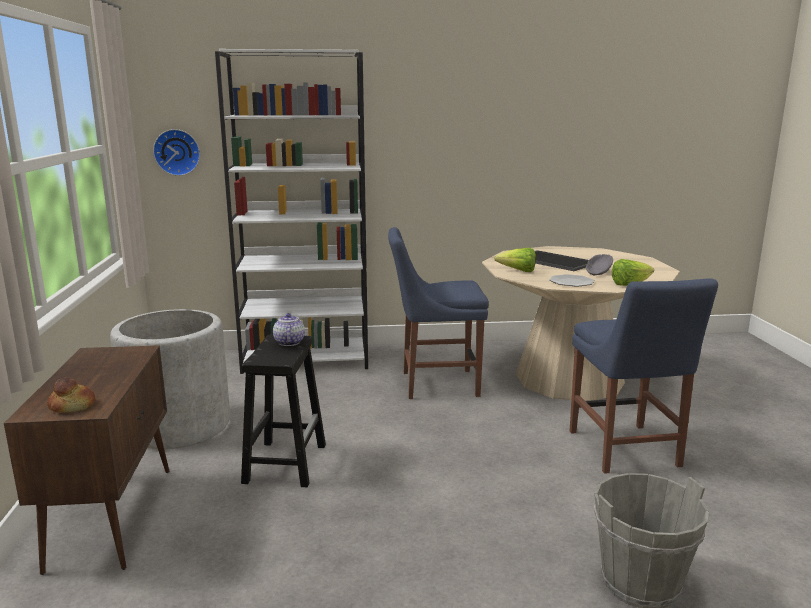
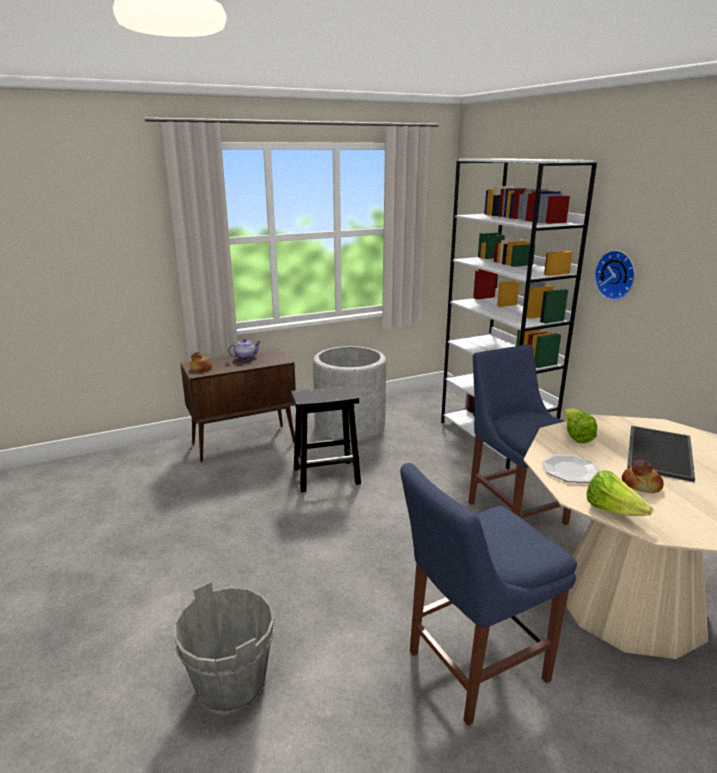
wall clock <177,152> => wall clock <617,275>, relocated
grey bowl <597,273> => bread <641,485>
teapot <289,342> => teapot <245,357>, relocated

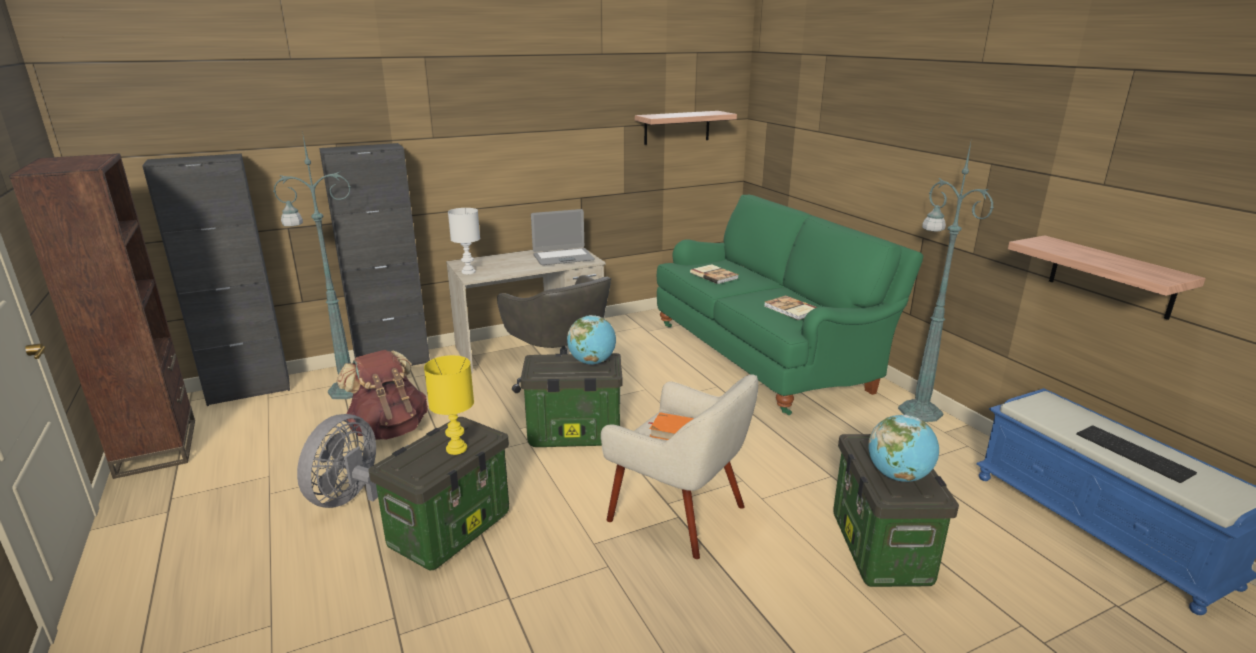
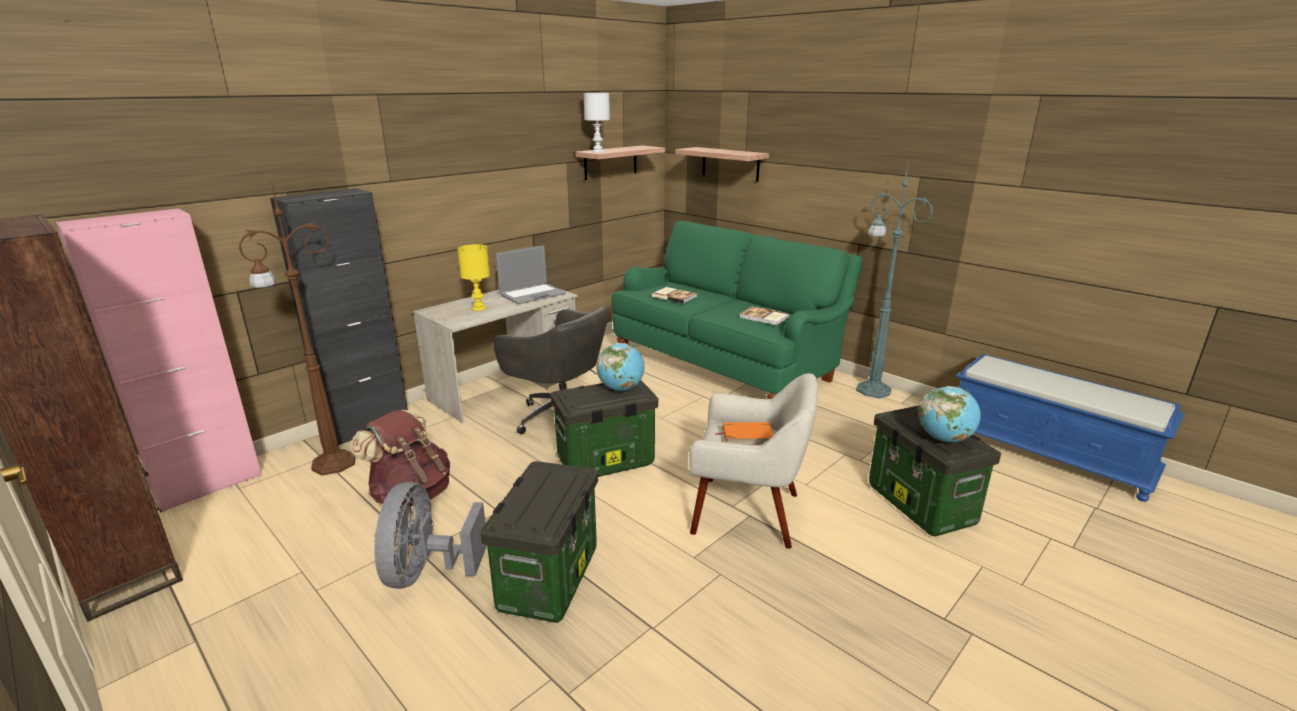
green floor lamp <345,390> => brown floor lamp <331,464>
black cabinet <249,391> => pink cabinet <209,485>
white table lamp <469,272> => white table lamp <598,151>, relocated
shelf <1111,277> => shelf <730,164>, relocated
yellow table lamp <457,448> => yellow table lamp <479,308>, relocated
keyboard <1135,453> => nothing

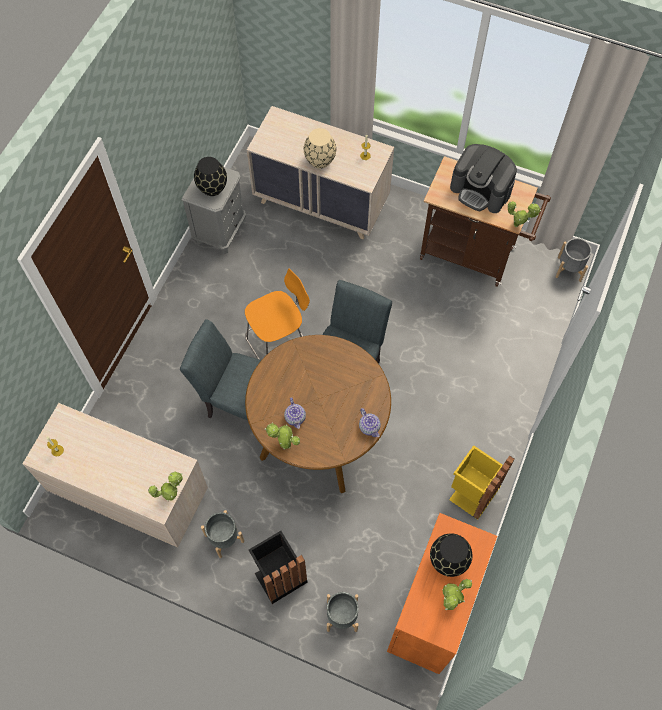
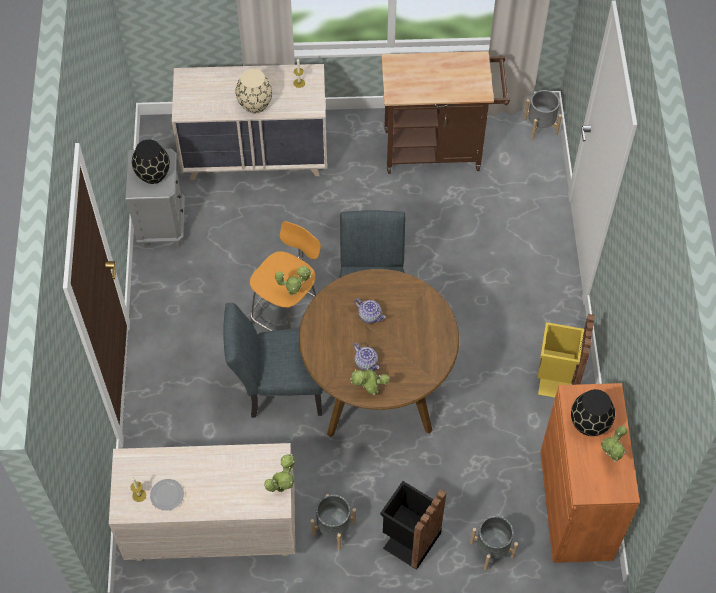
coffee machine <481,190> => nothing
potted plant <518,225> => potted plant <294,292>, relocated
teapot <369,427> => teapot <370,316>, relocated
nothing => plate <167,496>

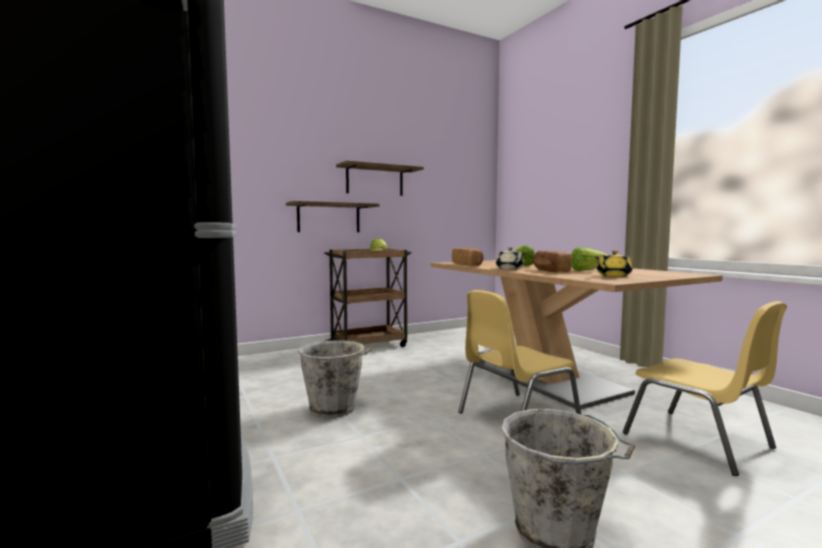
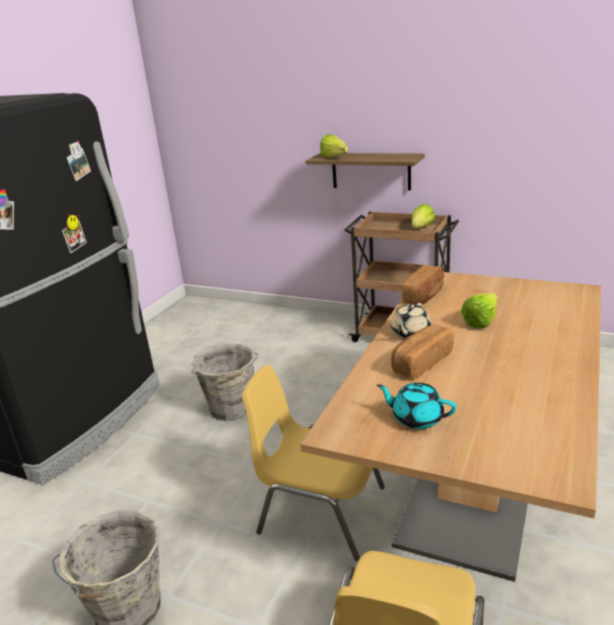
shelf <375,181> => nothing
lettuce <591,271> => lettuce <335,158>, relocated
yellow teapot <613,275> => turquoise teapot <416,418>

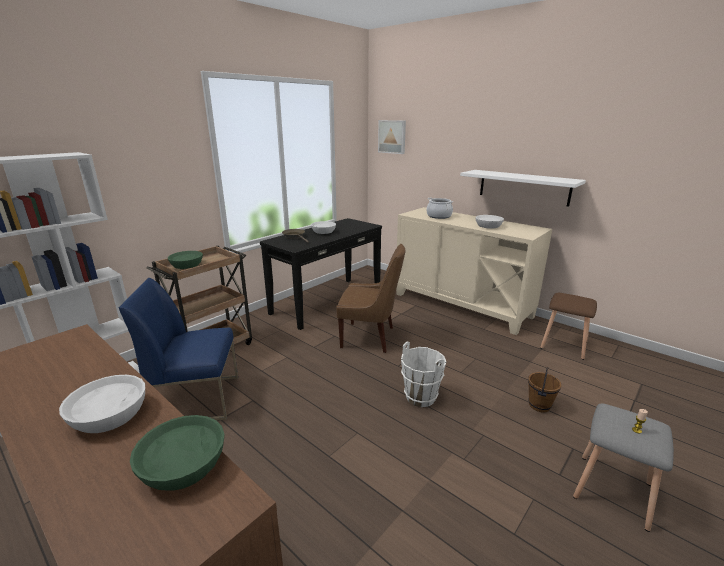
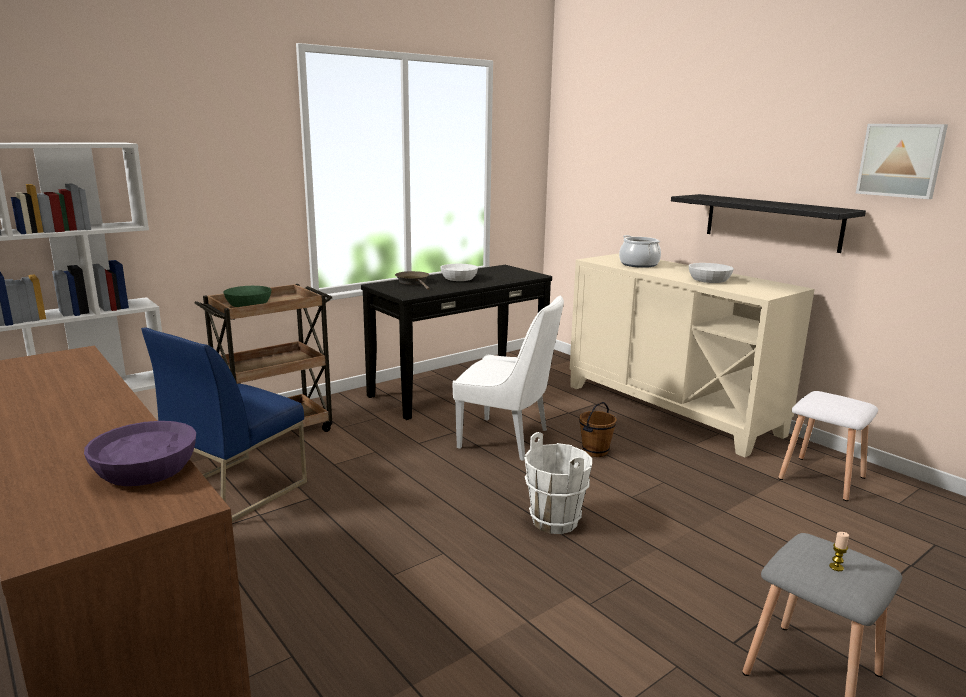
picture <392,136> => picture <901,160>, relocated
white shelf <523,187> => black shelf <772,222>
brown chair <370,338> => white chair <507,439>
blue chair <197,399> => blue chair <236,488>, 60 degrees counterclockwise
brown stool <563,344> => white stool <821,477>
brown bucket <539,406> => brown bucket <595,452>, relocated
white bowl <108,415> => nothing
green bowl <182,466> => purple bowl <144,470>

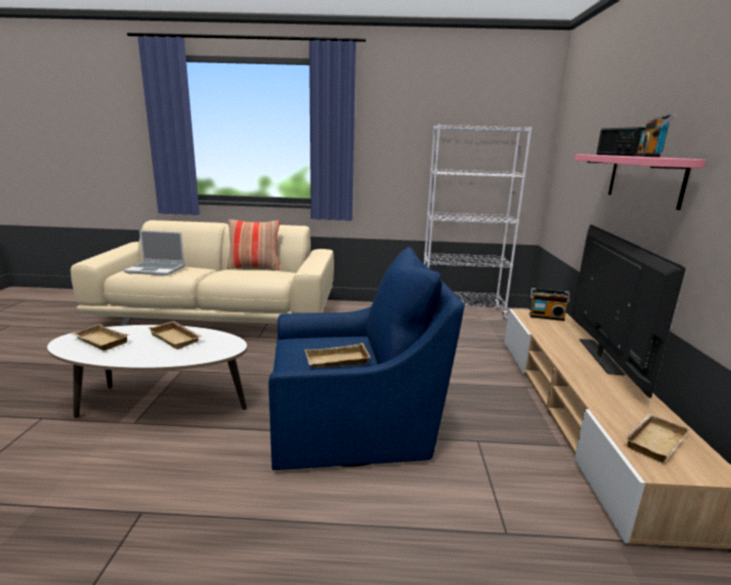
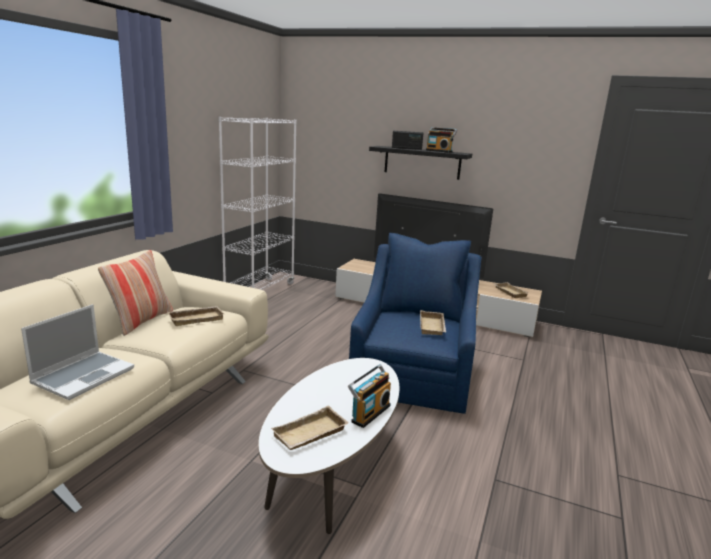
pink shelf <644,179> => black shelf <422,162>
radio <546,316> => radio <369,413>, relocated
beige tray <177,338> => beige tray <196,318>, relocated

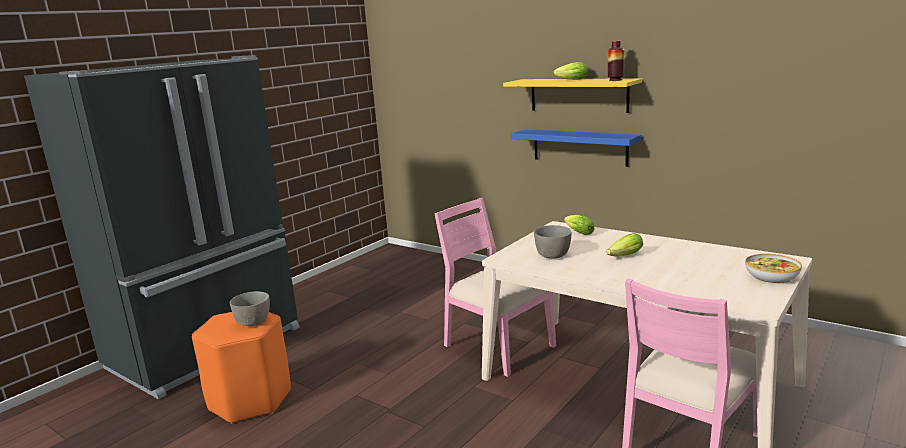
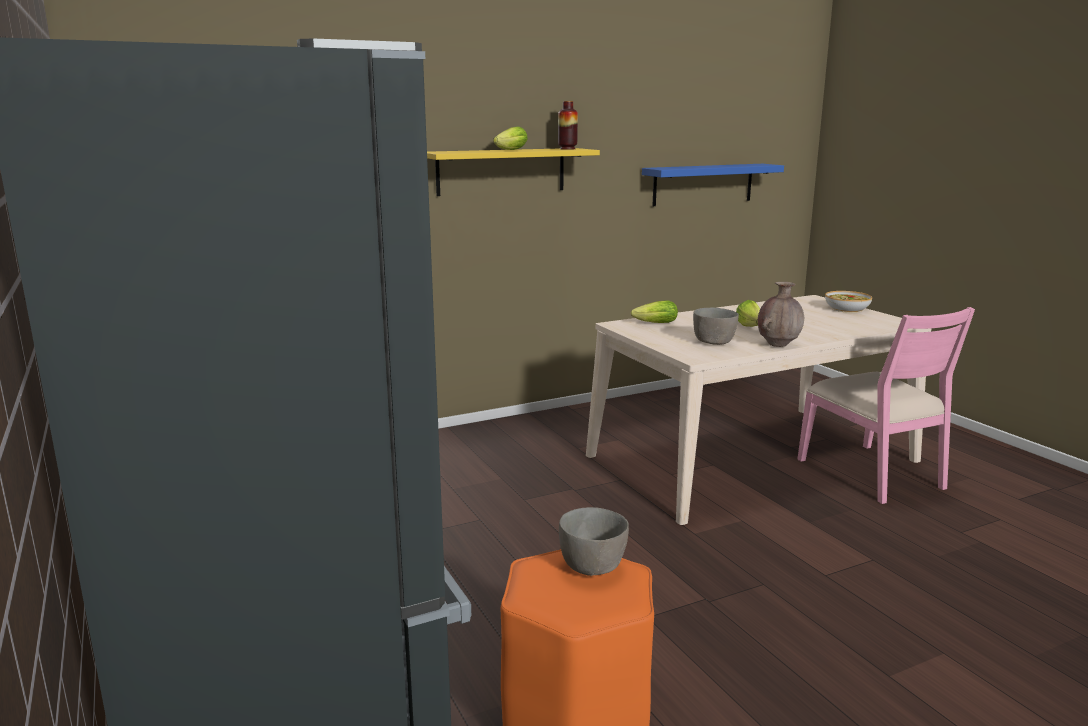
blue shelf <579,147> => blue shelf <703,184>, relocated
pink chair <497,346> => nothing
nothing => brown vase <778,345>

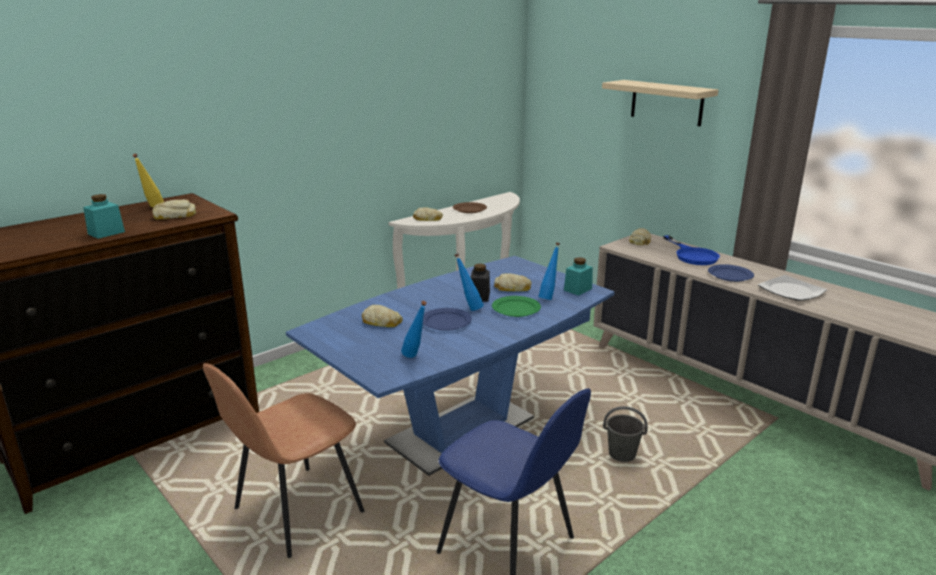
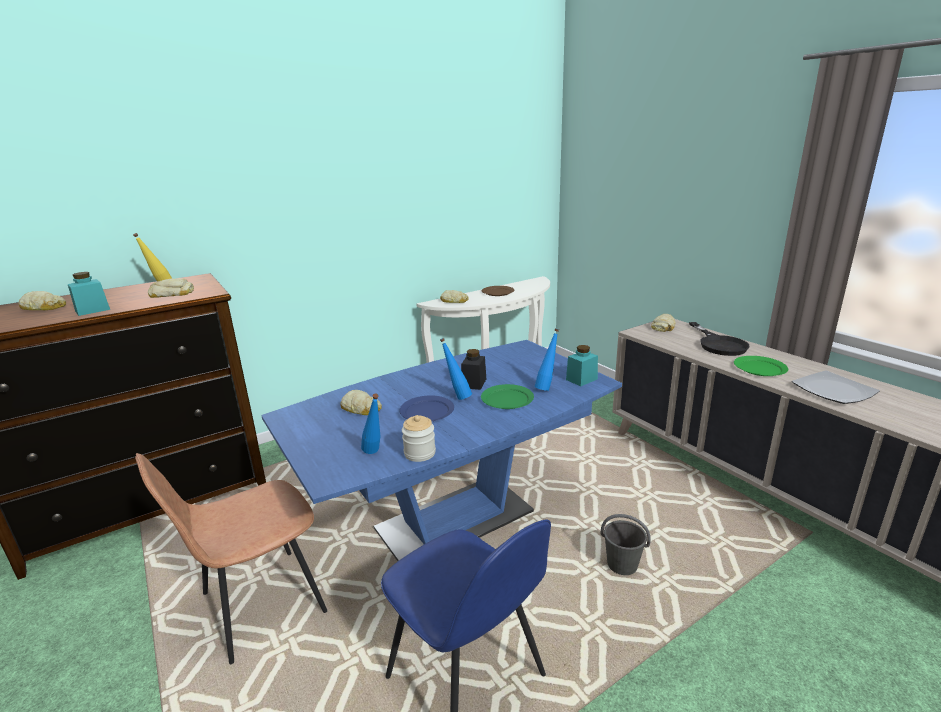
beige shelf <666,102> => nothing
blue frying pan <692,255> => black frying pan <719,344>
blue plate <730,275> => green plate <760,368>
bread <513,288> => bread <43,307>, relocated
nothing => jar <420,453>

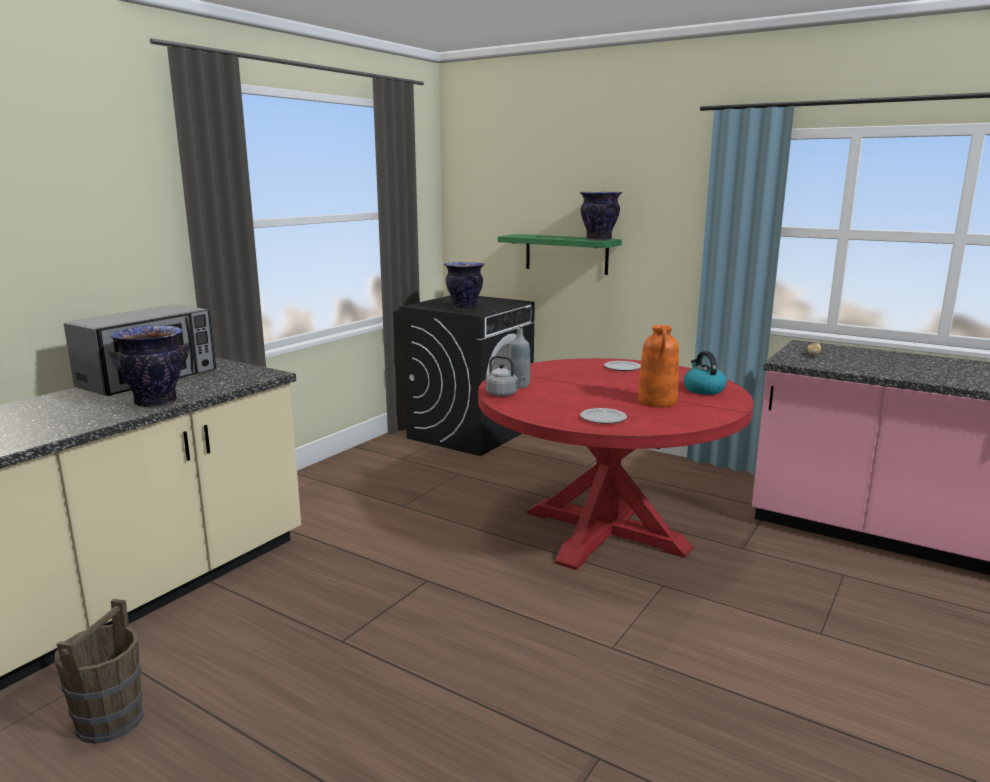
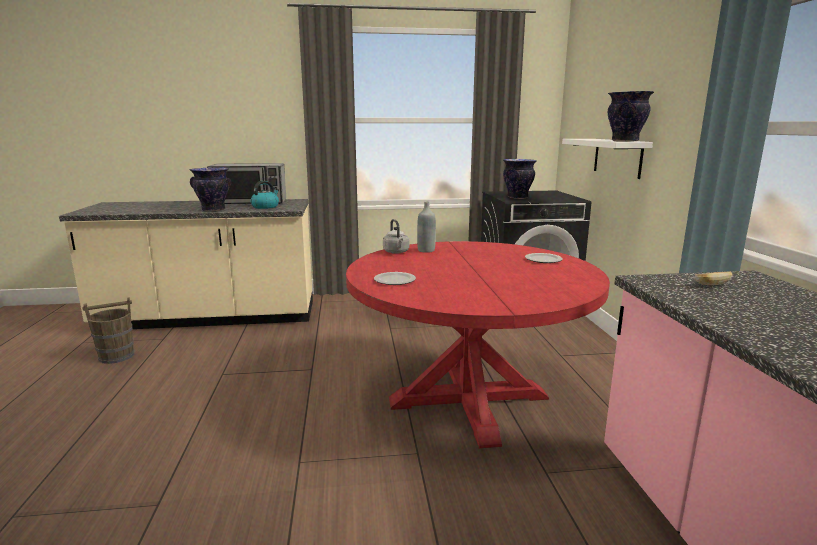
green shelf <566,254> => white shelf <617,157>
orange vase <657,402> => nothing
kettle <703,389> => kettle <265,207>, relocated

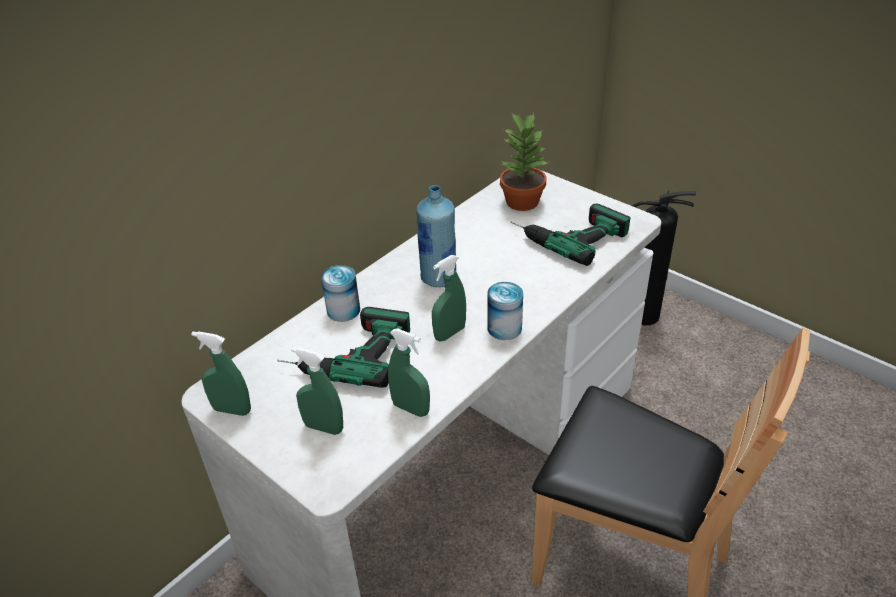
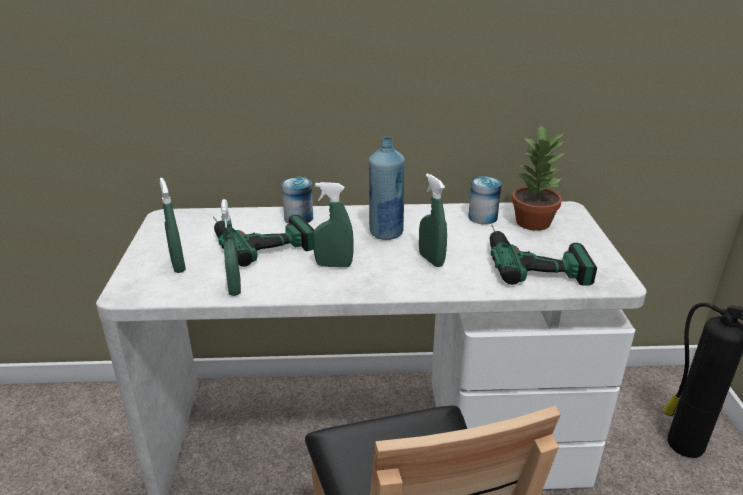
can <504,328> => can <482,217>, relocated
green spray bottle <232,410> => green spray bottle <431,260>, relocated

